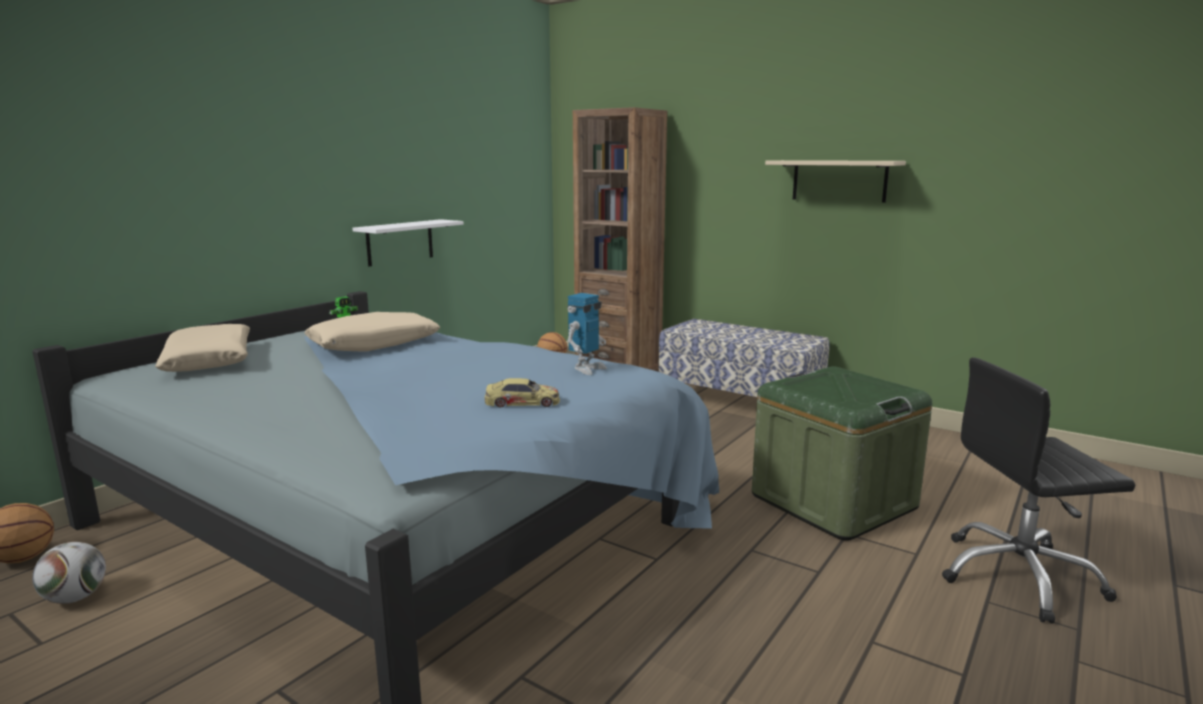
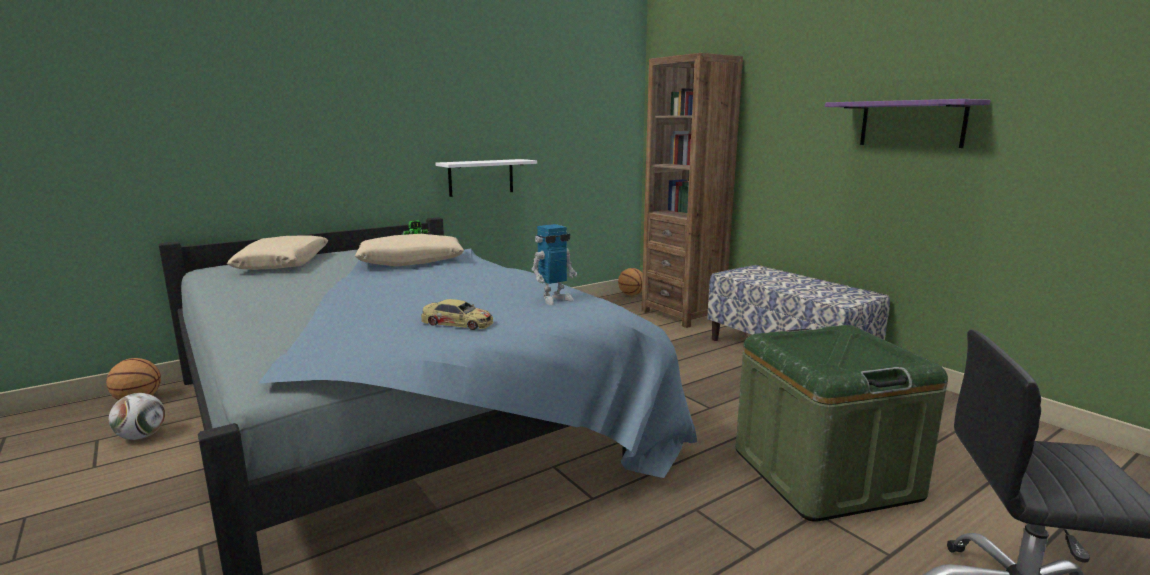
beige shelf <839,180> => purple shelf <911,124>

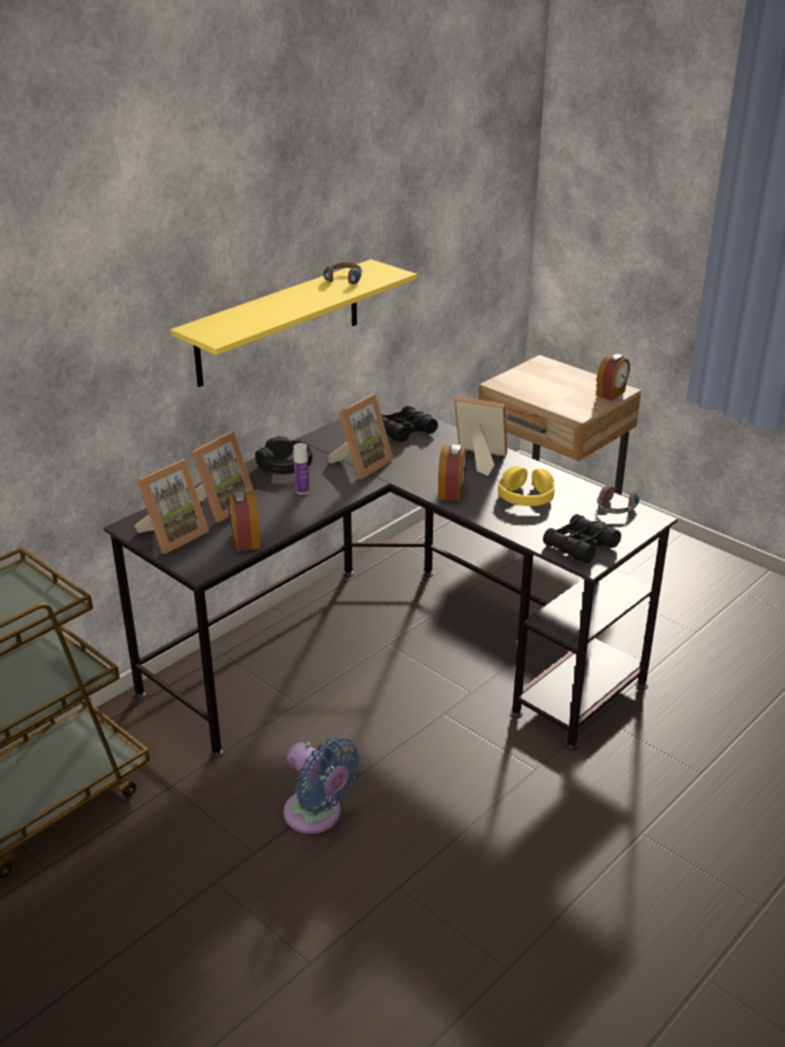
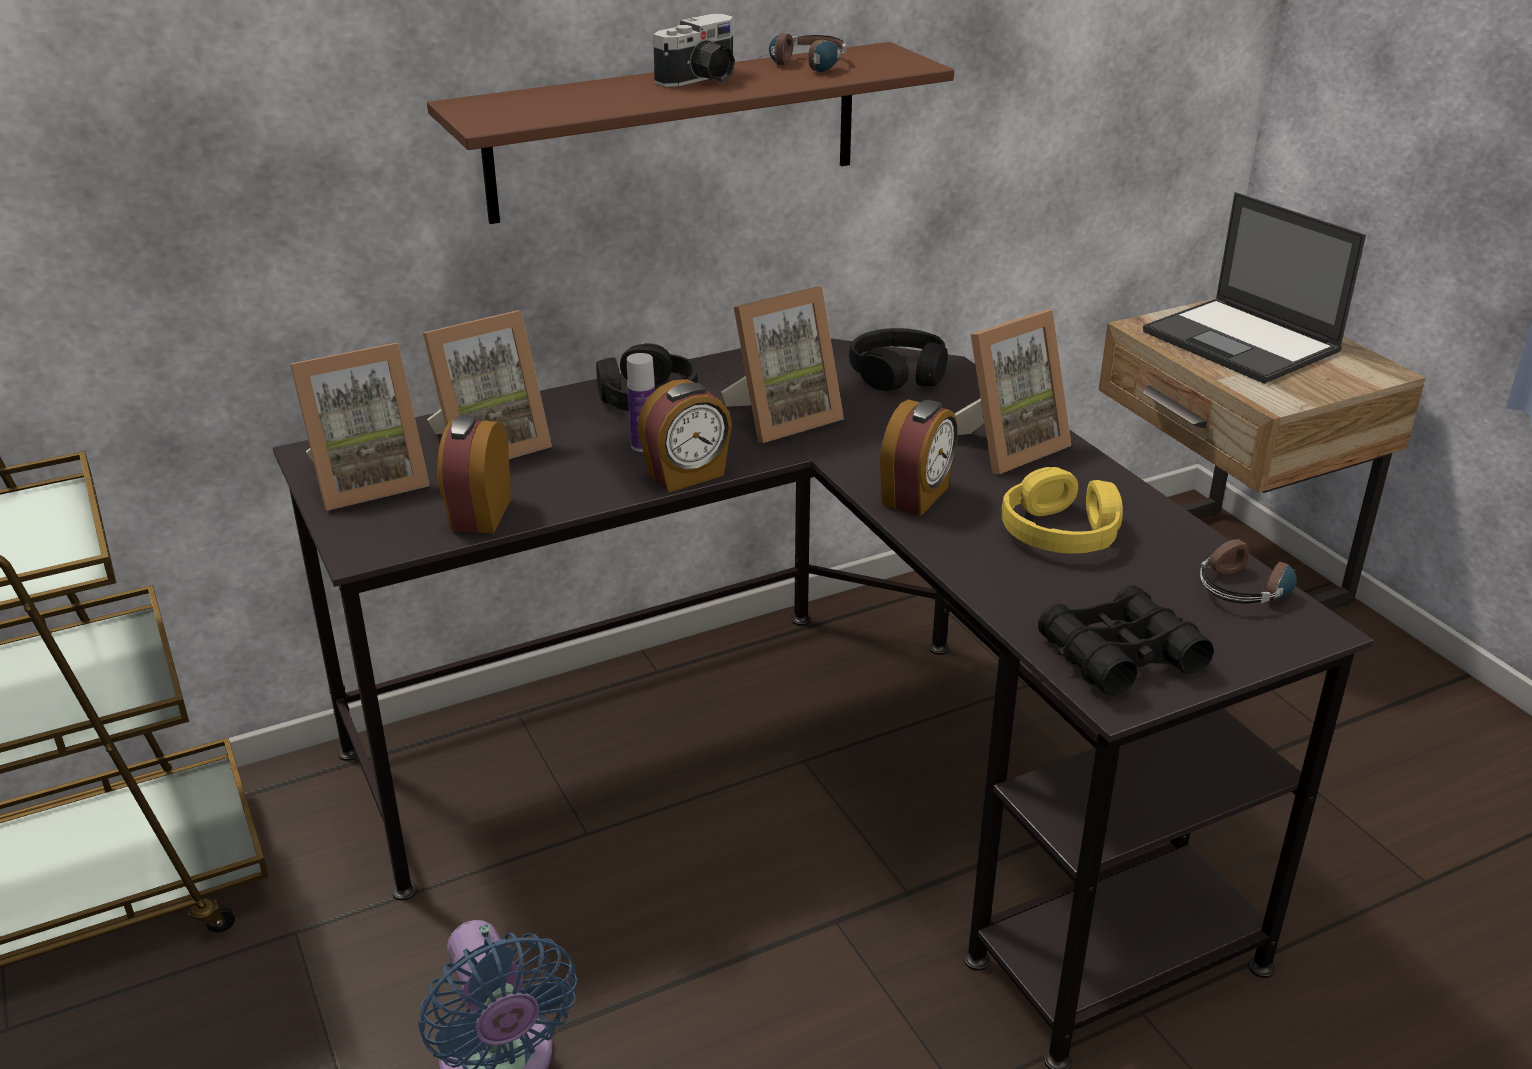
yellow shelf <279,323> => brown shelf <675,132>
alarm clock <611,394> => alarm clock <687,476>, relocated
picture frame <478,459> => picture frame <1006,446>, 105 degrees clockwise
black binoculars <404,431> => black headphones <898,374>
nothing => photo camera <702,79>
nothing => laptop <1243,342>

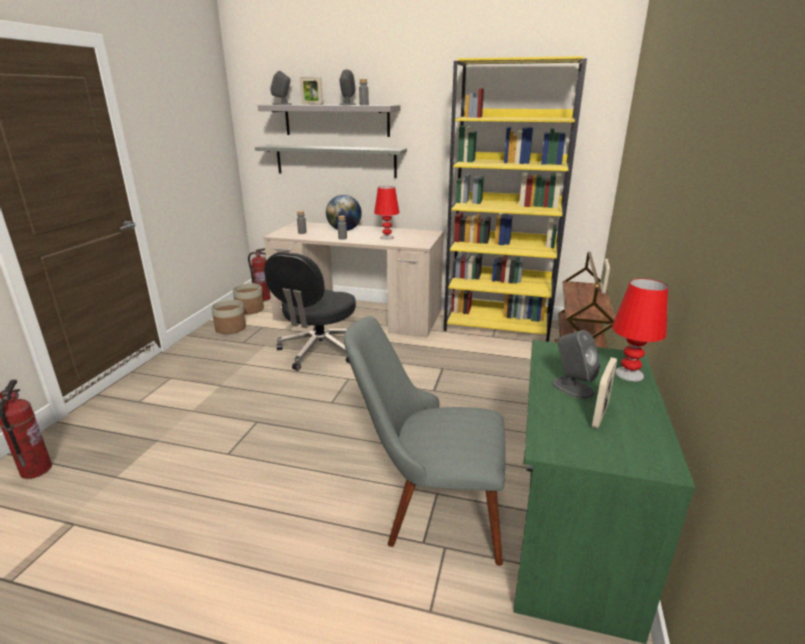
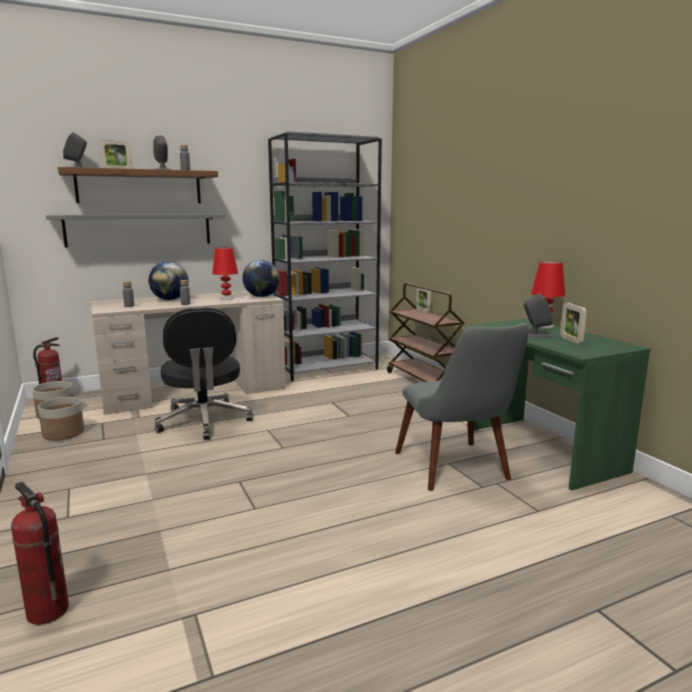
yellow bookcase <498,325> => grey bookcase <327,368>
grey shelf <336,120> => brown shelf <139,187>
grey chair <430,509> => grey chair <458,471>, 75 degrees counterclockwise
nothing => globe <261,296>

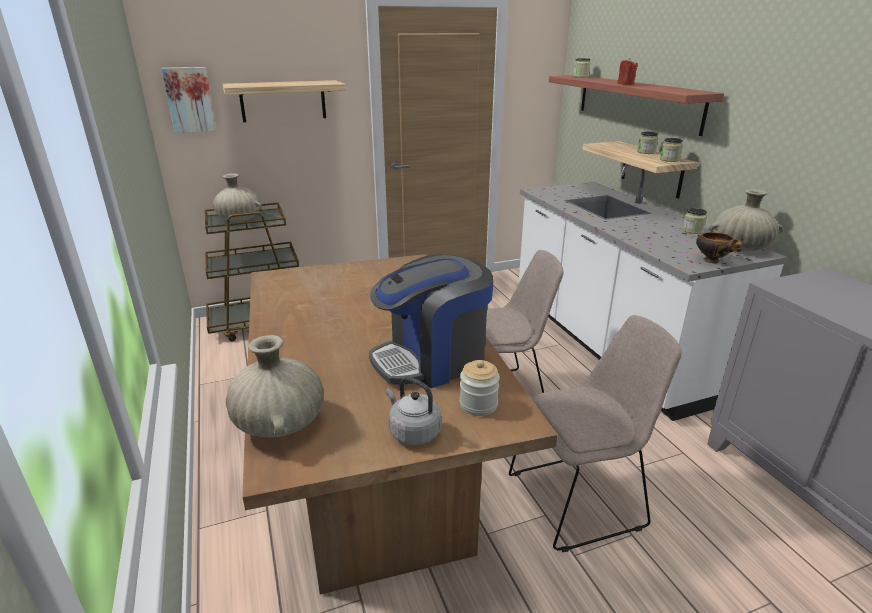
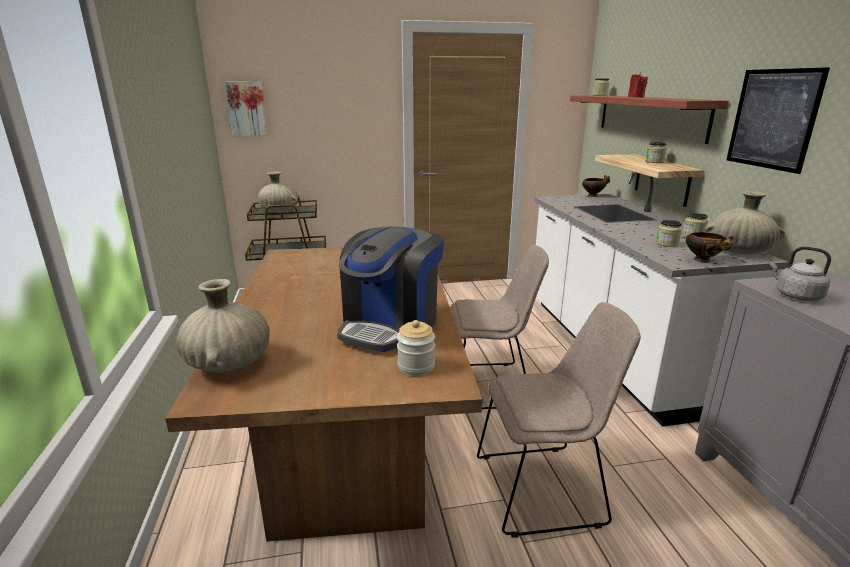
shelf <283,101> => nothing
jar <669,160> => jar <667,243>, relocated
coffee machine <432,359> => coffee machine <391,326>, 45 degrees counterclockwise
grey kettle <412,432> => grey kettle <795,295>, relocated
nothing => picture <773,119>
nothing => bowl <593,196>

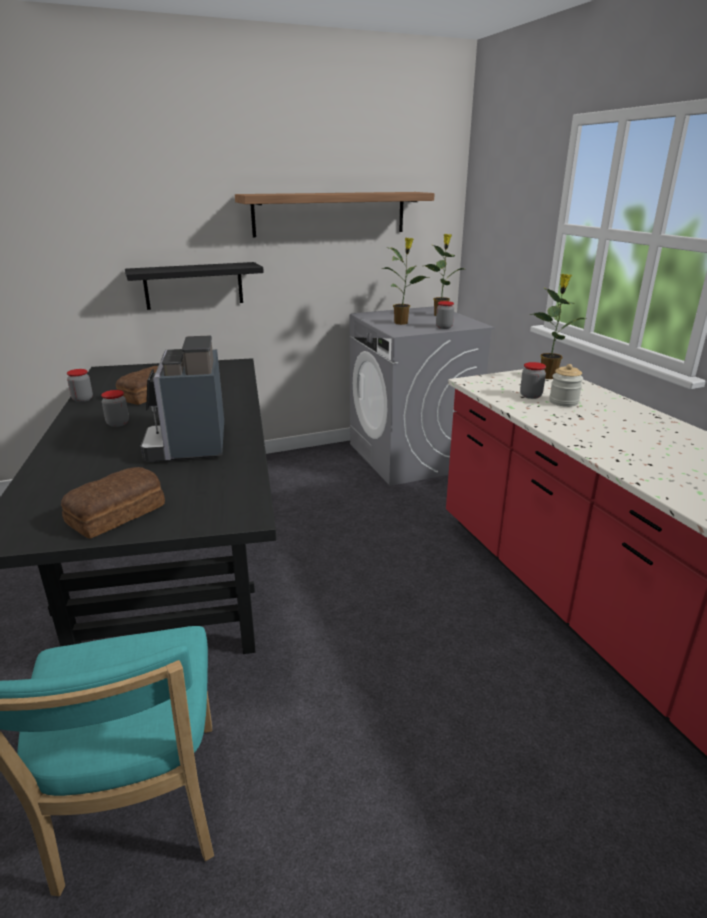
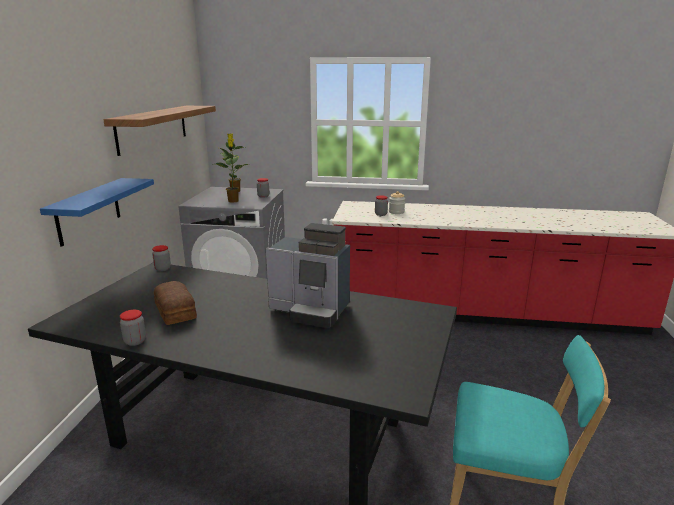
black shelf <194,285> => blue shelf <88,211>
potted plant <548,376> => nothing
jar <118,423> => jar <163,269>, relocated
bread <118,514> => nothing

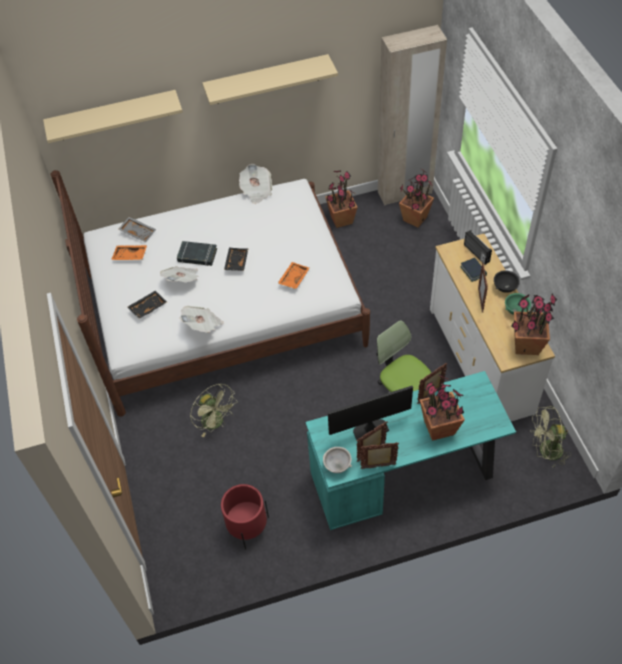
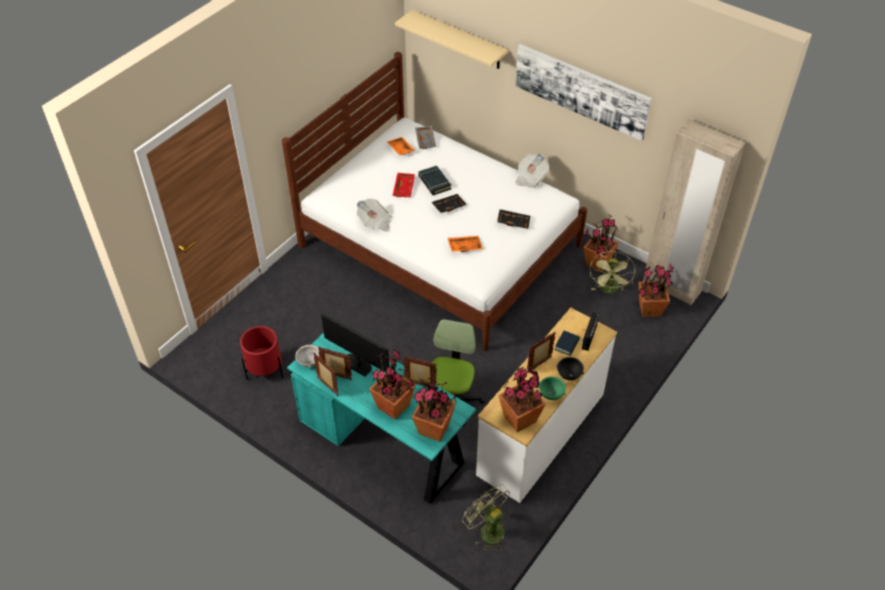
beige shelf <267,79> => picture <581,90>
newspaper <182,280> => red tray <404,188>
black tray <147,307> => black tray <513,222>, relocated
green fan <216,422> => green fan <609,290>, relocated
nothing => potted plant <434,429>

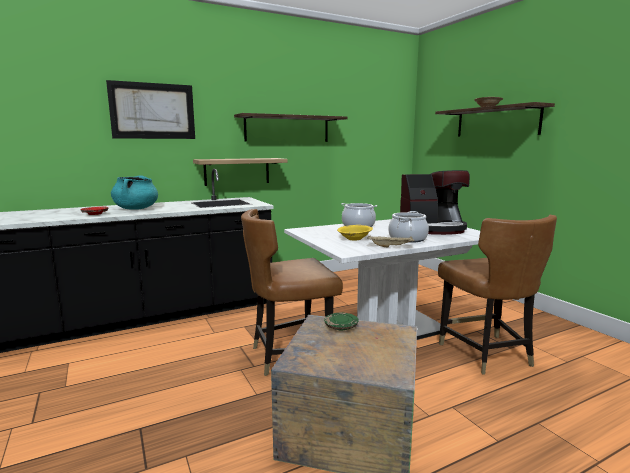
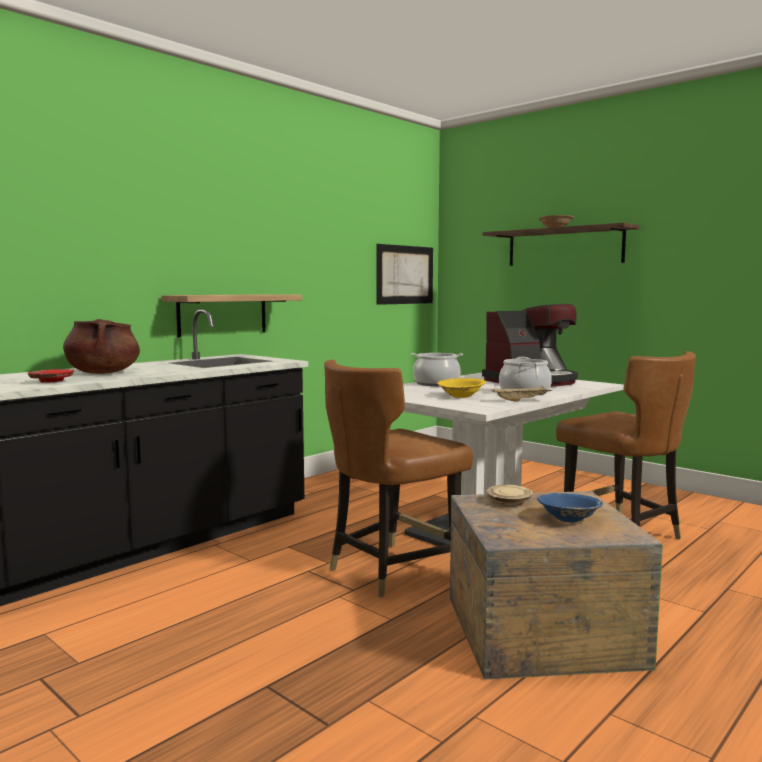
picture <153,111> => picture <405,275>, relocated
shelf <287,129> => nothing
turquoise cooking pot <136,209> => brown cooking pot <103,373>
green plate <341,327> => beige plate <509,502>
nothing => blue bowl <569,519>

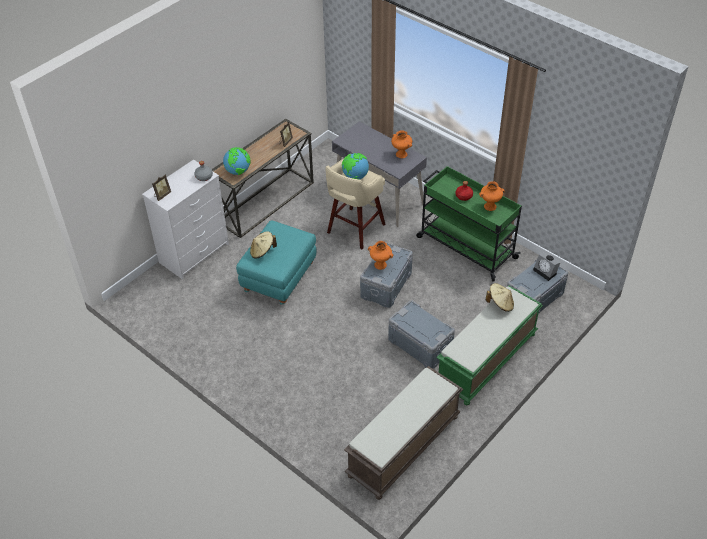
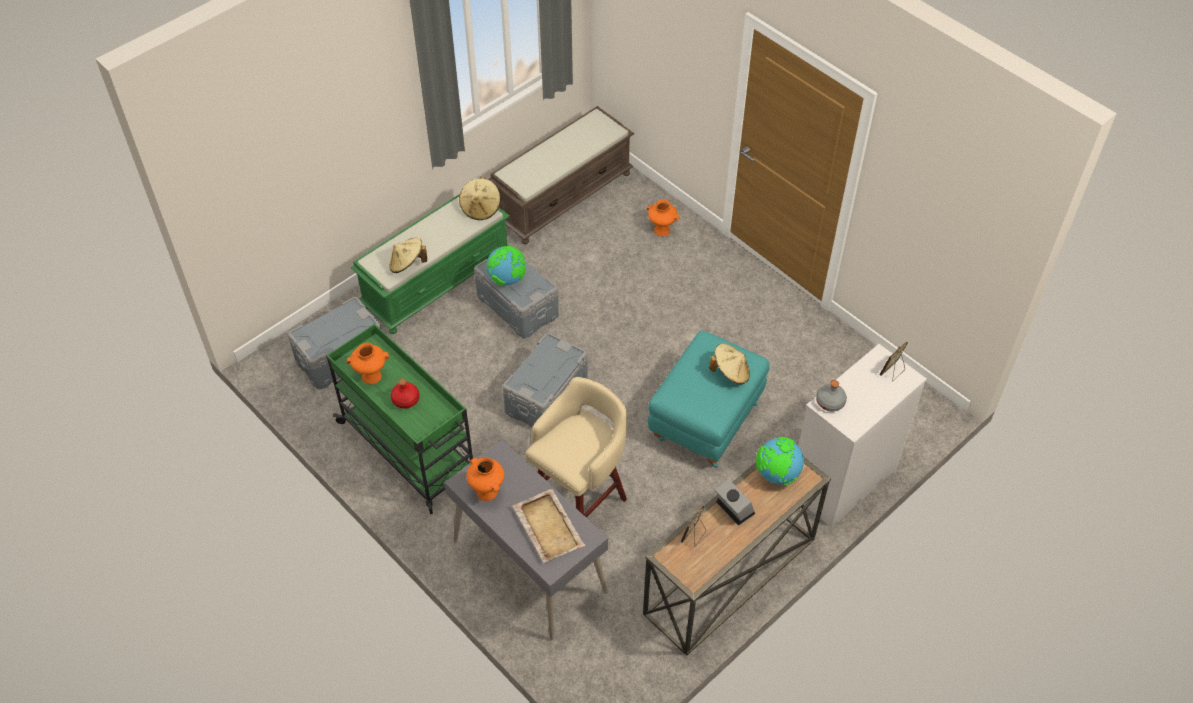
globe <355,177> => globe <507,279>, relocated
orange vase <380,265> => orange vase <661,230>, relocated
alarm clock <546,272> => alarm clock <733,508>, relocated
nothing => beige hat <481,208>
nothing => beige tray <548,526>

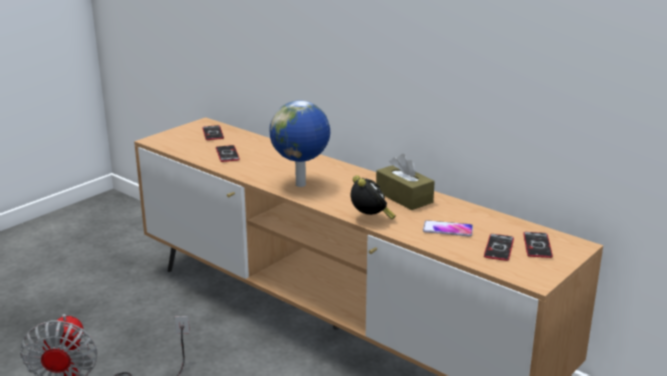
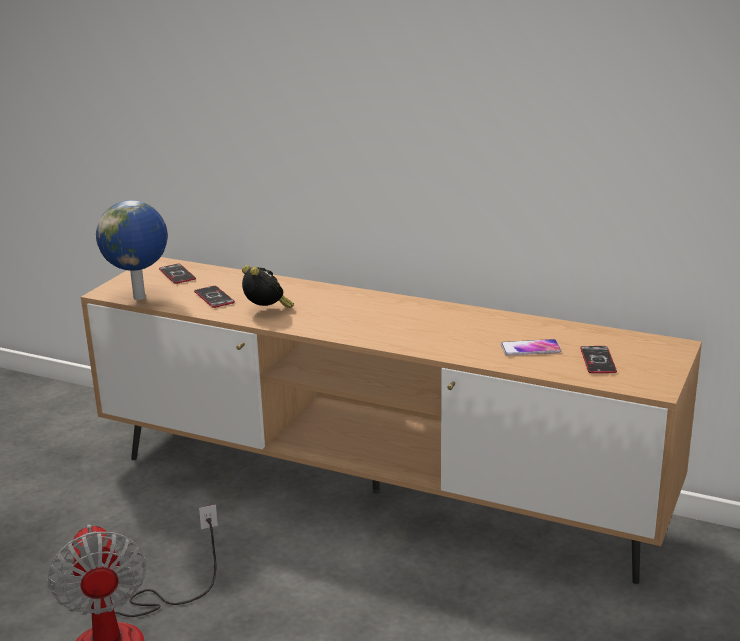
globe <301,185> => globe <140,298>, relocated
brown tissue box <404,197> => nothing
alarm clock <370,219> => alarm clock <267,311>, relocated
phone <537,245> => nothing

